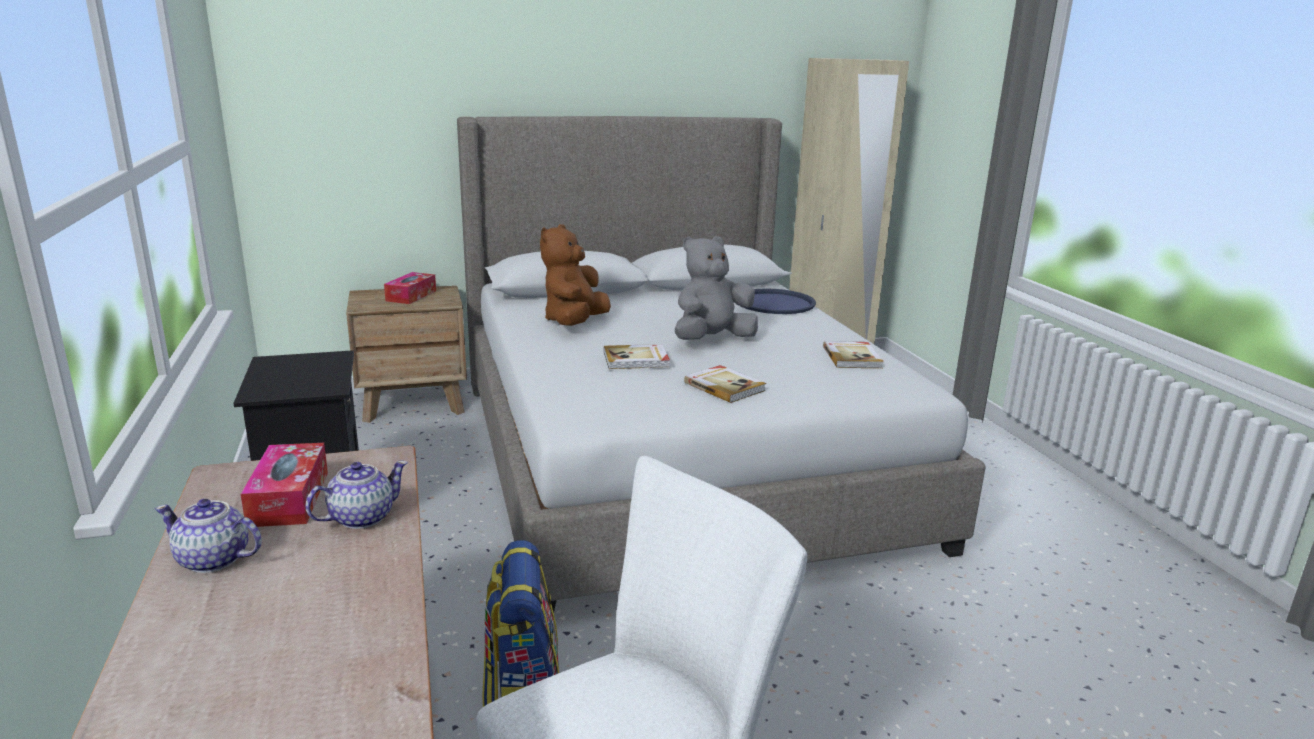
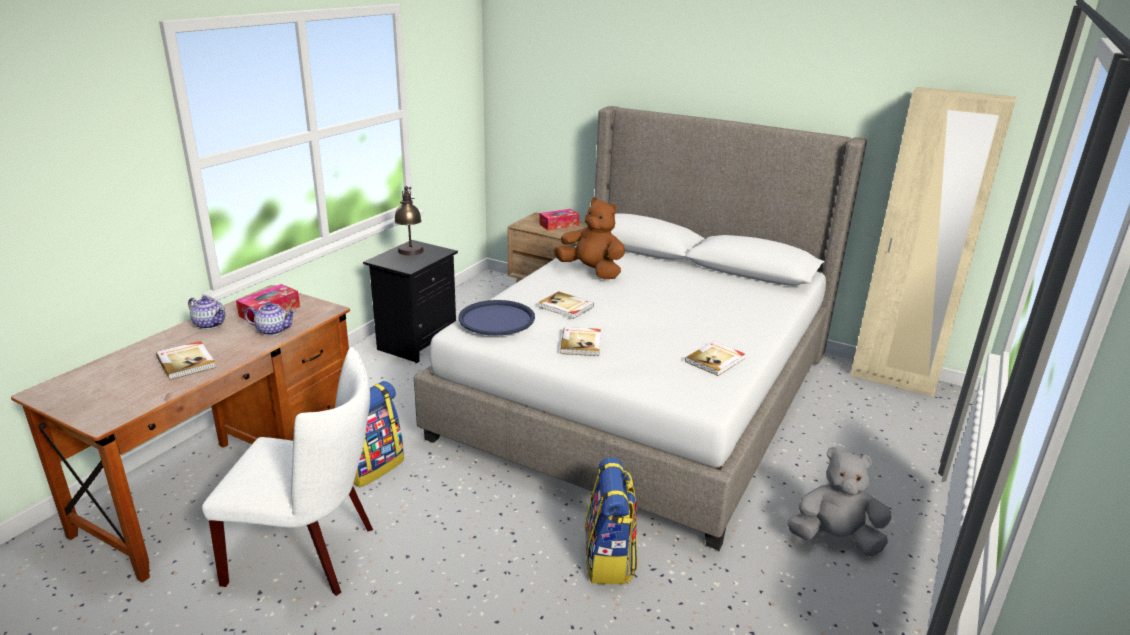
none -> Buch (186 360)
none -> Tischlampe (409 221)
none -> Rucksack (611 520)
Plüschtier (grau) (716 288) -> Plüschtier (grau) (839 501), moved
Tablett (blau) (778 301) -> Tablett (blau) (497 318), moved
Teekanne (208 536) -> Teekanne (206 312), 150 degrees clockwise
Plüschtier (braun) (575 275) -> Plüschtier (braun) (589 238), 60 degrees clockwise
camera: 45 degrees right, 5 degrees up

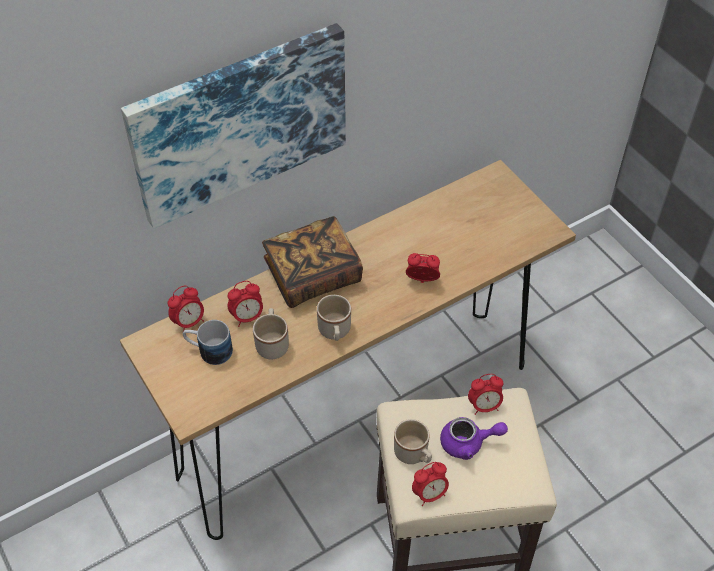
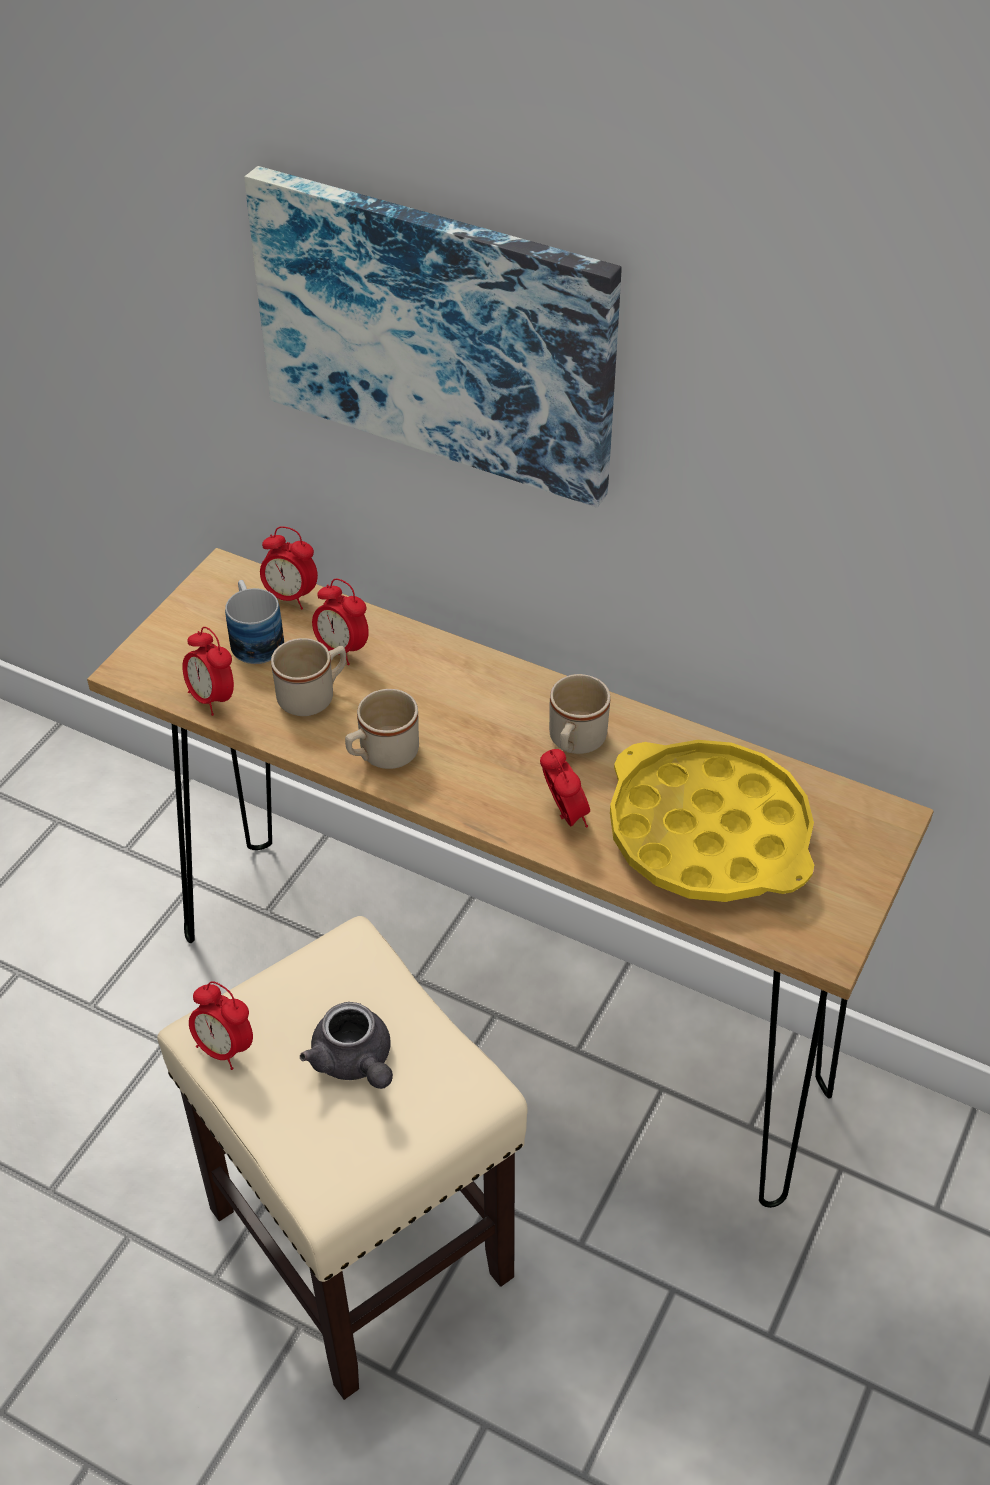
Buch (312 262) -> none
none -> Tablett (gelb) (712 821)
Henkelbecher (beige) (413 441) -> Henkelbecher (beige) (580 714), moved
Wecker (486 394) -> Wecker (208 671), moved
Teekanne (lila) (474 438) -> Teekanne (grau) (346 1045)
camera: 60 degrees right, 5 degrees down

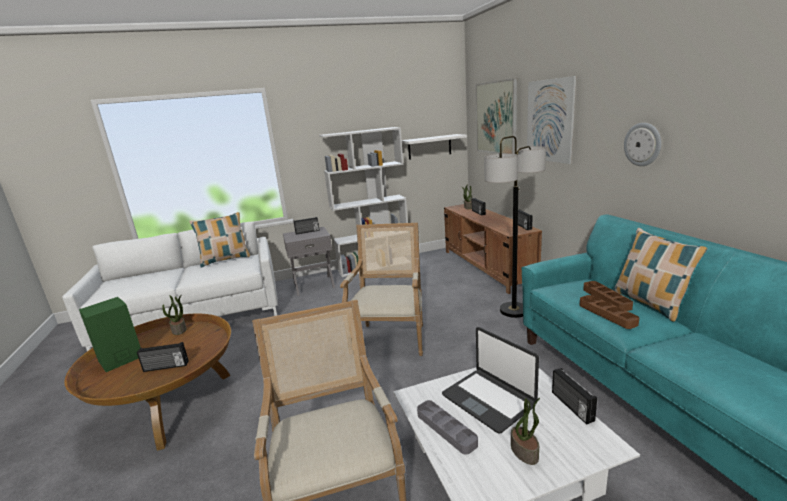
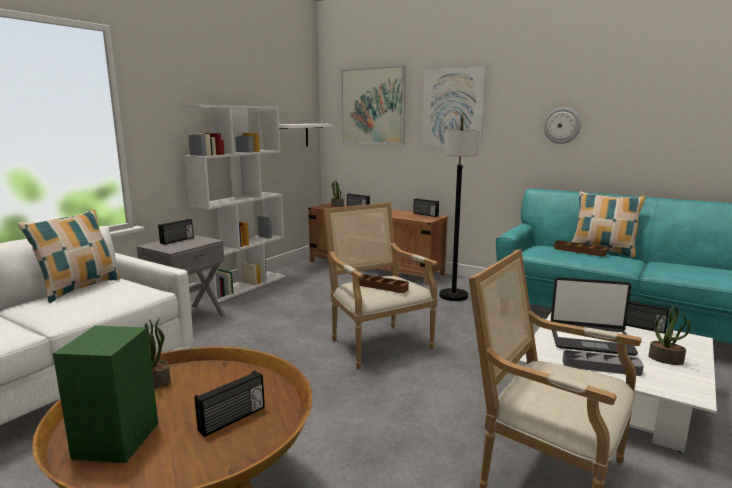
Tablett (braun) (609 312) -> Tablett (braun) (384 283), moved
camera: 40 degrees left, 5 degrees down

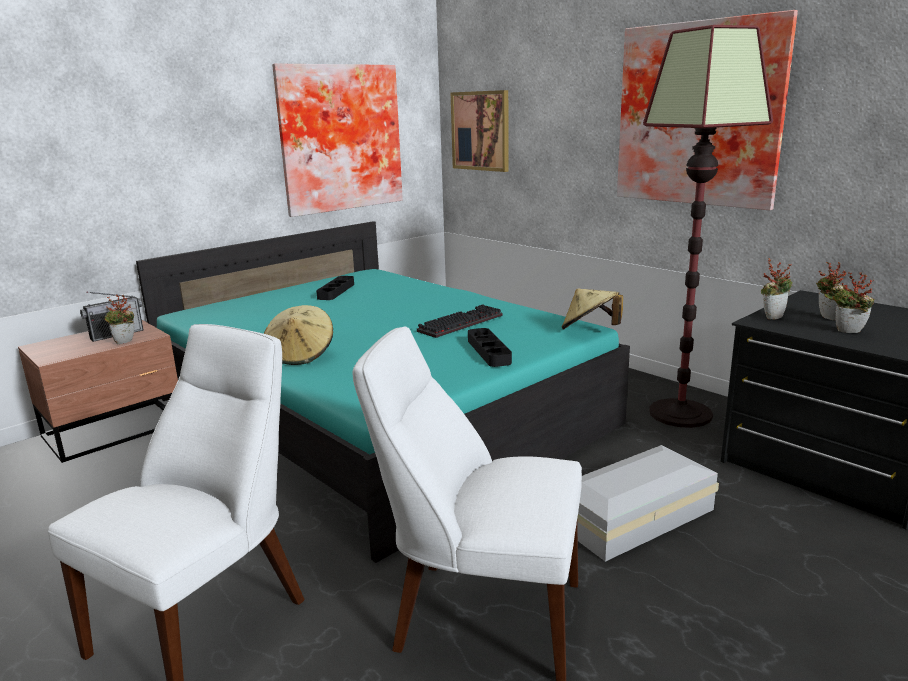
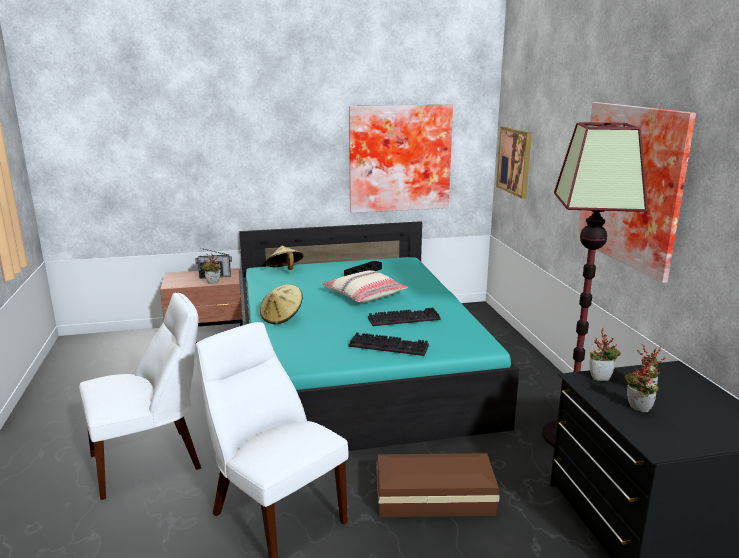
none -> Kissen (beige) (365 286)
Hut (beige) (592 308) -> Hut (beige) (284 257), moved
Tablett (schwarz) (490 347) -> Tastatur (389 344)
Aufbewahrungsbox (weiß) (648 503) -> Aufbewahrungsbox (braun) (438 485)
camera: 30 degrees right, 0 degrees up

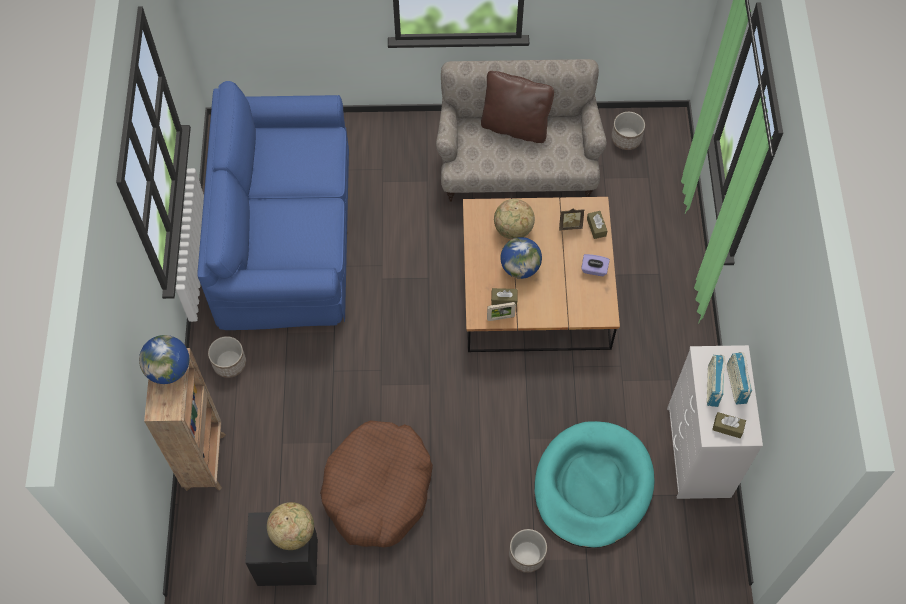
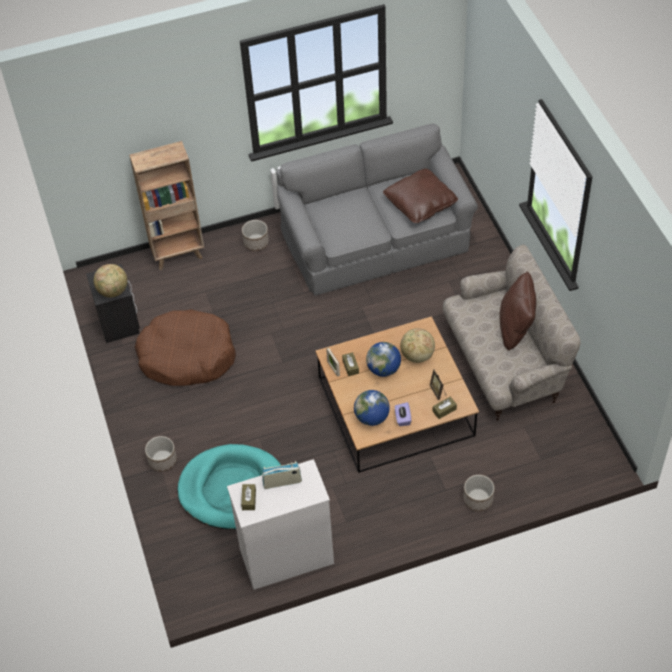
Radio (739 378) -> none
none -> Kissen (braun) (420 195)
Globus (164 359) -> Globus (372 408), moved
Pflanzkübel (628 131) -> Pflanzkübel (478 493), moved
Sofa (blau) (273 205) -> Sofa (grau) (377 210)
camera: 75 degrees right, 10 degrees down

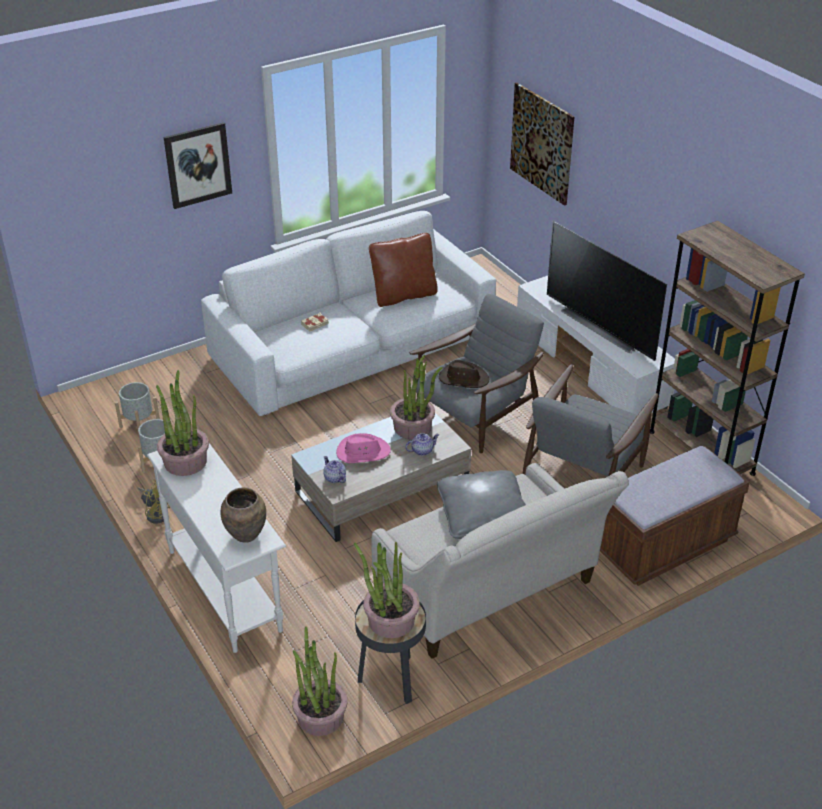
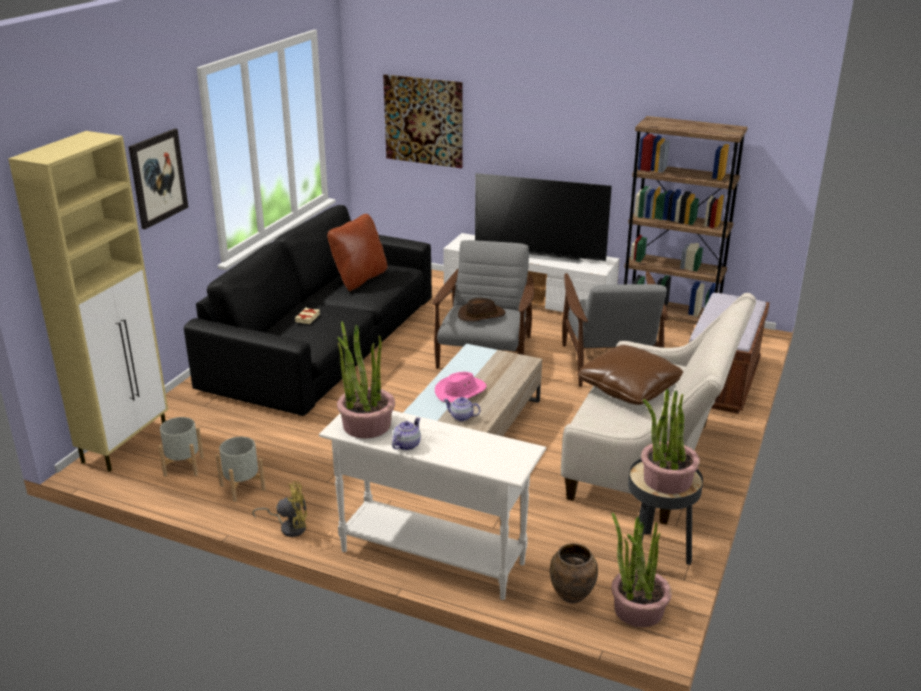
Topfpflanze (416 397) -> none
none -> Schrank (beige) (88 301)
Vase (braun) (243 515) -> Vase (braun) (574 573), moved
Teekanne (422 444) -> Teekanne (406 433), moved
Sofa (weiß) (348 313) -> Sofa (schwarz) (308 310)
Kissen (grau) (481 504) -> Kissen (braun) (630 375)
camera: 35 degrees left, 10 degrees down

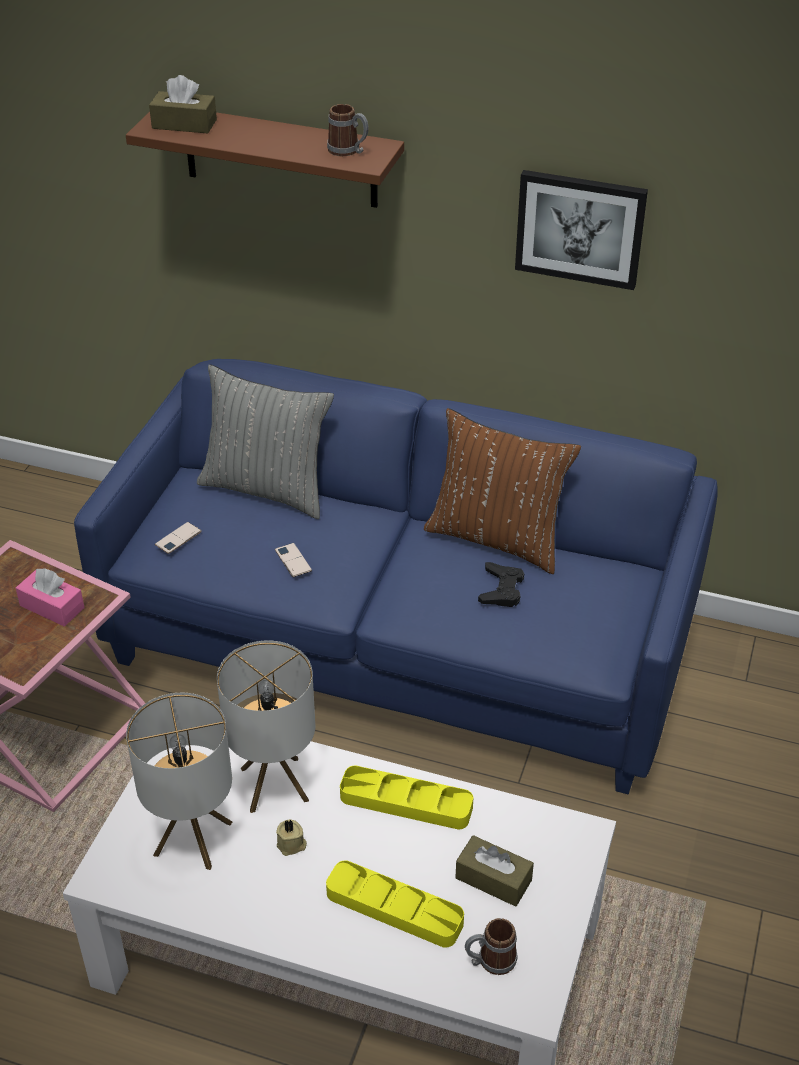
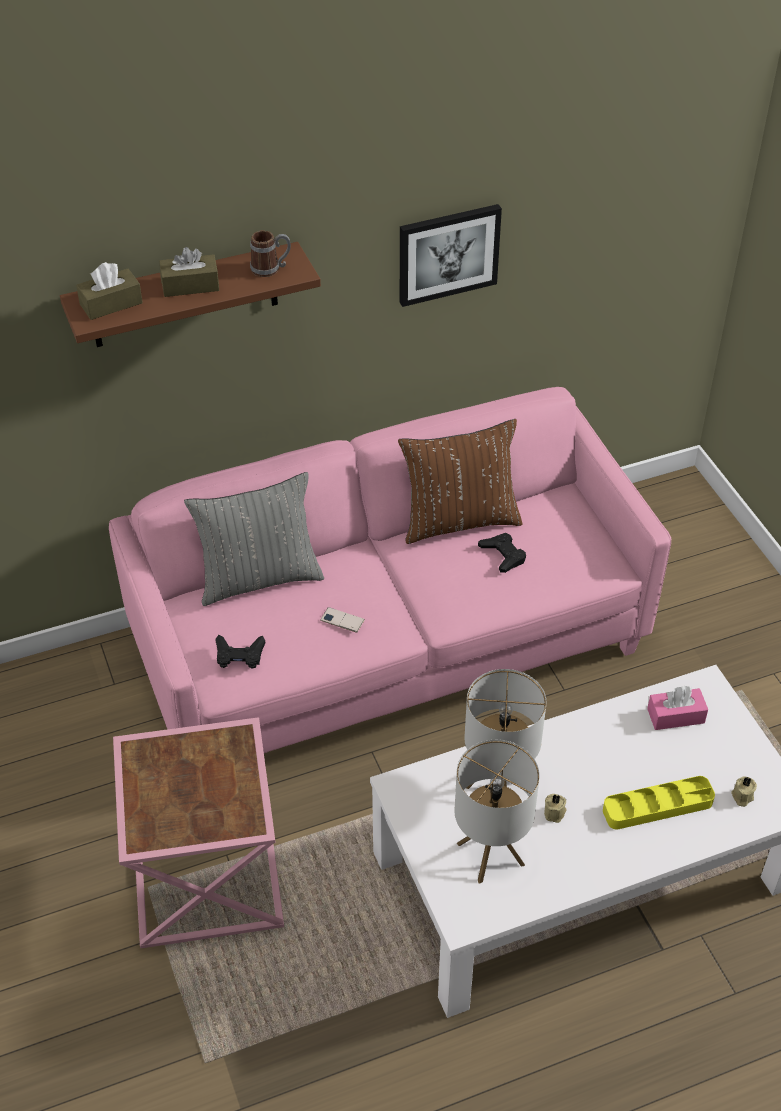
Tablett (gelb) (406 797) -> none
Taschentuchbox (rosa) (50 597) -> Taschentuchbox (rosa) (677 708), moved
Taschentuchbox (braun) (494 871) -> Taschentuchbox (braun) (189 272), moved
Handy (178 538) -> Gamepad (schwarz) (240 652)
Henkelbecher (491 946) -> Kerze (beige) (744 792)
Sofa (blau) (396 576) -> Sofa (rosa) (390 570)
camera: 40 degrees left, 5 degrees up

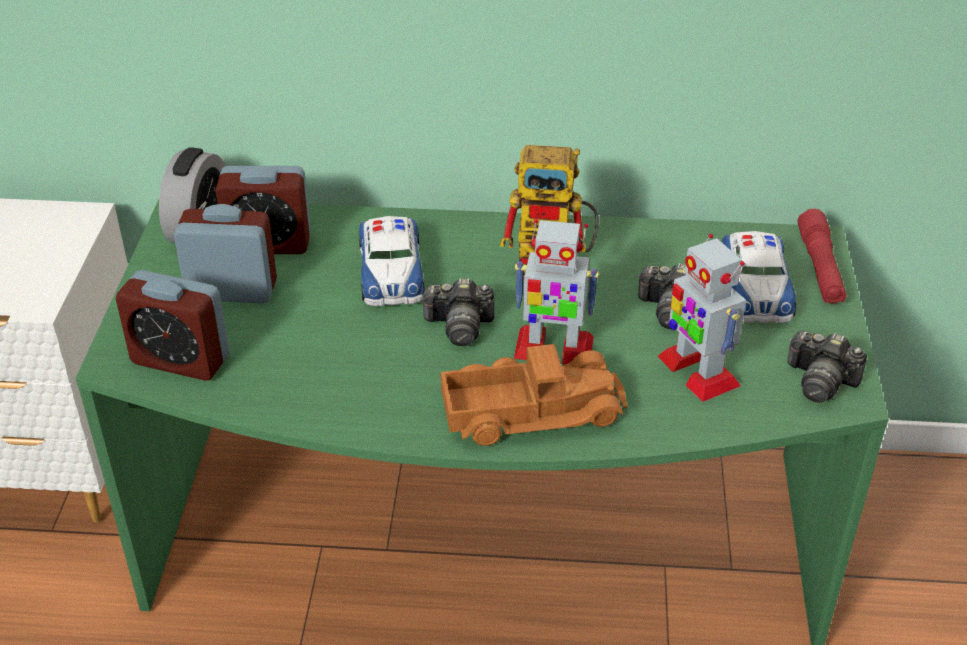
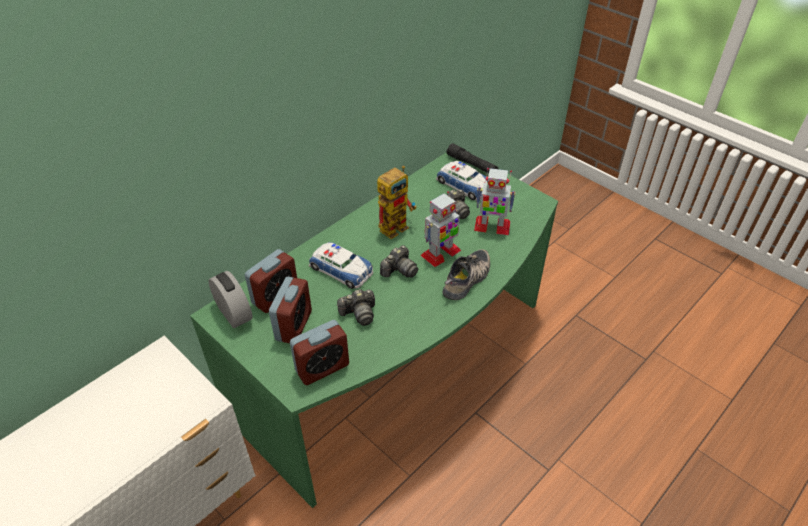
Kamera (827 366) -> Kamera (356 307), moved
Spielzeuglaster (534 395) -> Schuh (466 274)
Taschenlampe (rot) (822 256) -> Taschenlampe (schwarz) (473 158)
Wecker (225 254) -> Wecker (290 310), 150 degrees clockwise
camera: 50 degrees left, 5 degrees up

